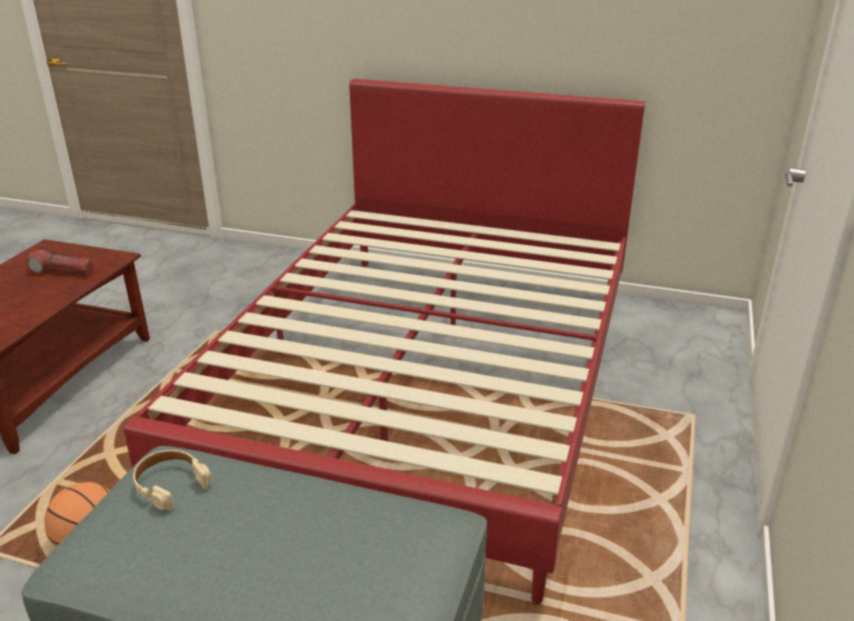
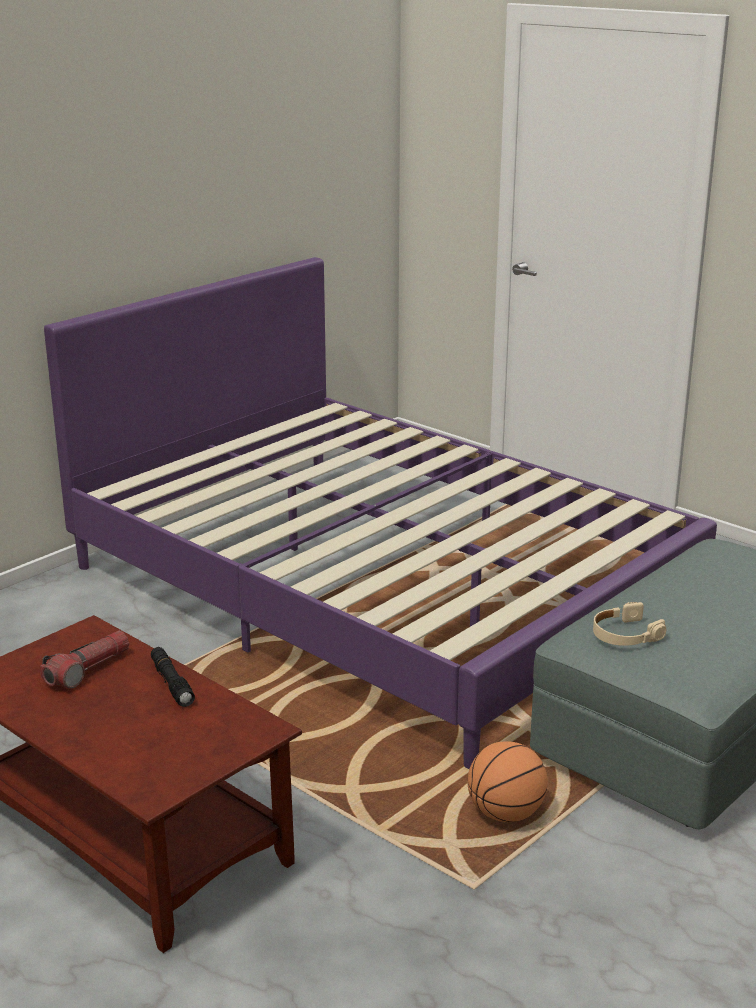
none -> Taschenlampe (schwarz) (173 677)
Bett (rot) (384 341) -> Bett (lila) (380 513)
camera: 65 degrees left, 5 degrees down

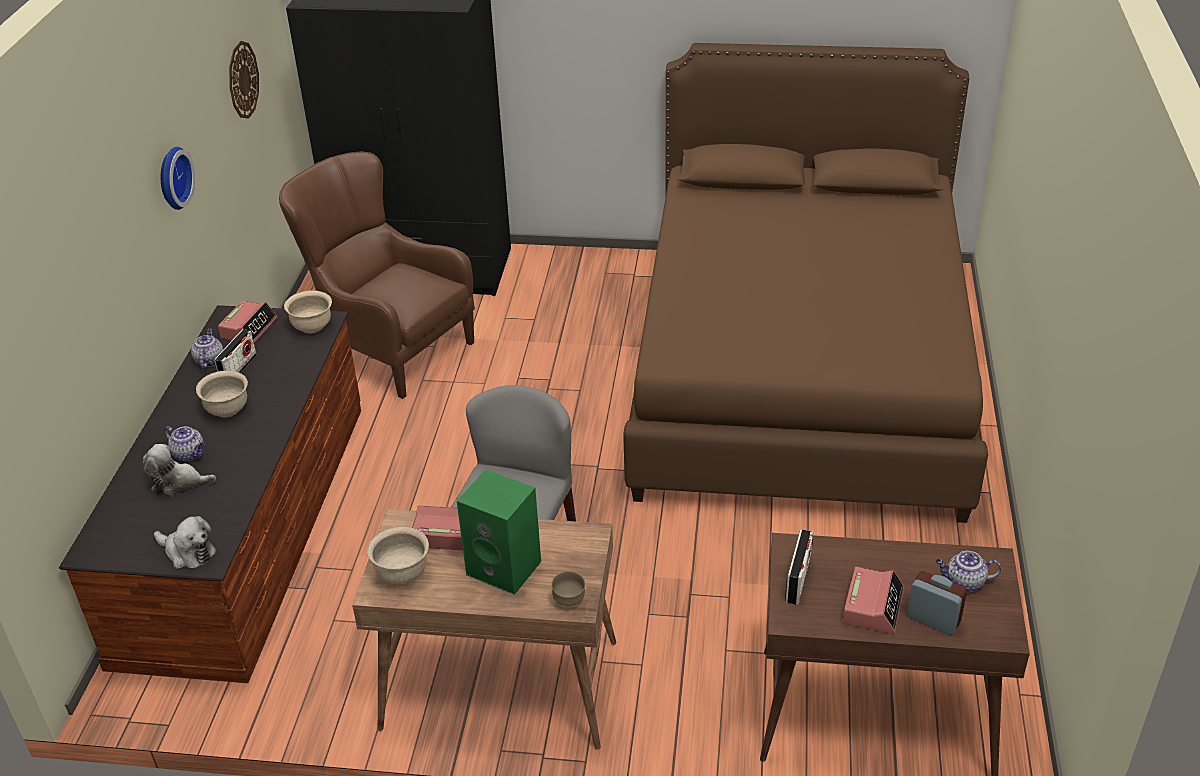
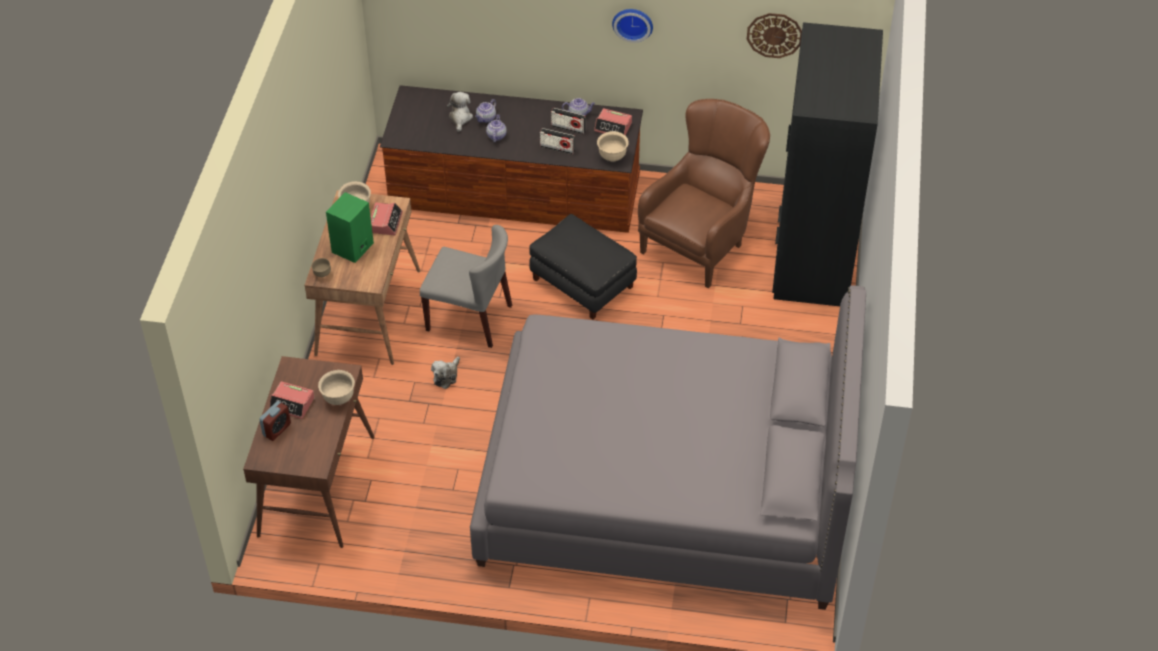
none -> Polsterhocker (schwarz) (583 267)
Plüschtier (185 542) -> Plüschtier (445 372), moved
Schüssel (beige) (222 393) -> Schüssel (beige) (336 387), moved
Radio (799 567) -> Radio (557 141), moved
Teekanne (969 571) -> Teekanne (496 128), moved
Bett (braun) (805 283) -> Bett (grau) (668 447)
camera: 90 degrees right, 10 degrees up

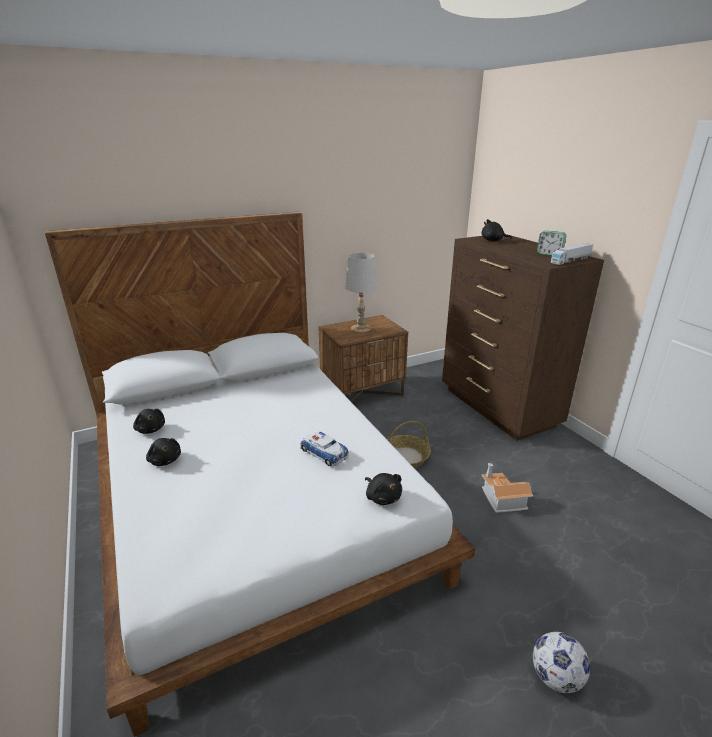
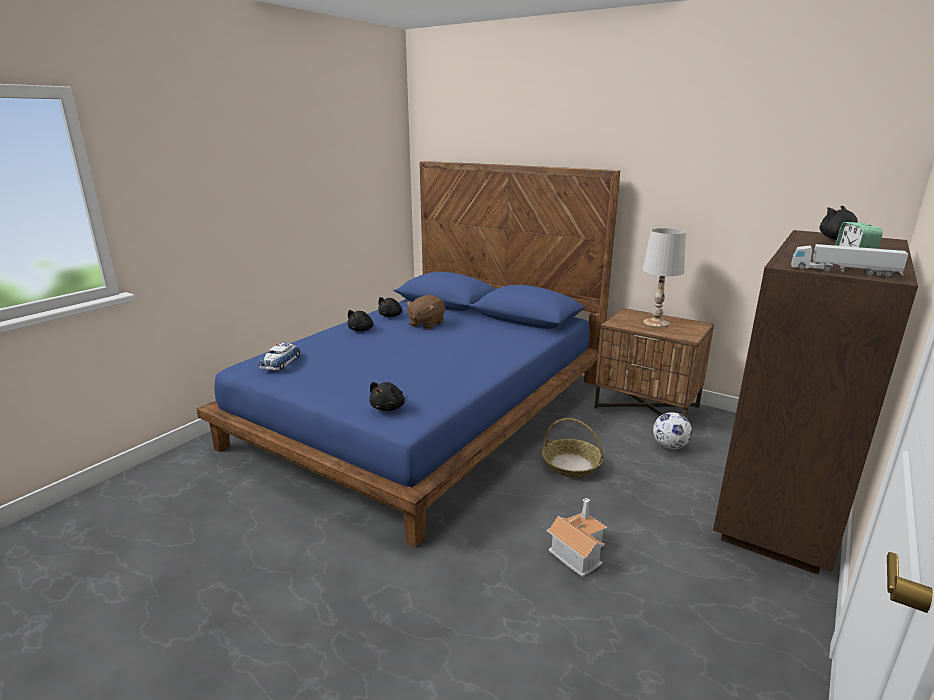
none -> Plüschtier (braun) (425 312)
Spielzeugauto (324 449) -> Spielzeugauto (280 356), moved
Fußball (561 662) -> Fußball (672 430), moved
Bett (weiß) (260 474) -> Bett (blau) (408 354)
camera: 60 degrees right, 5 degrees down

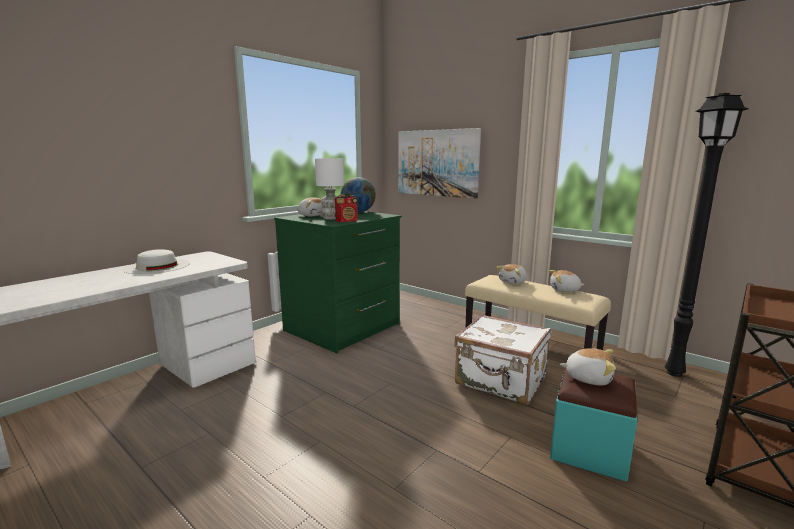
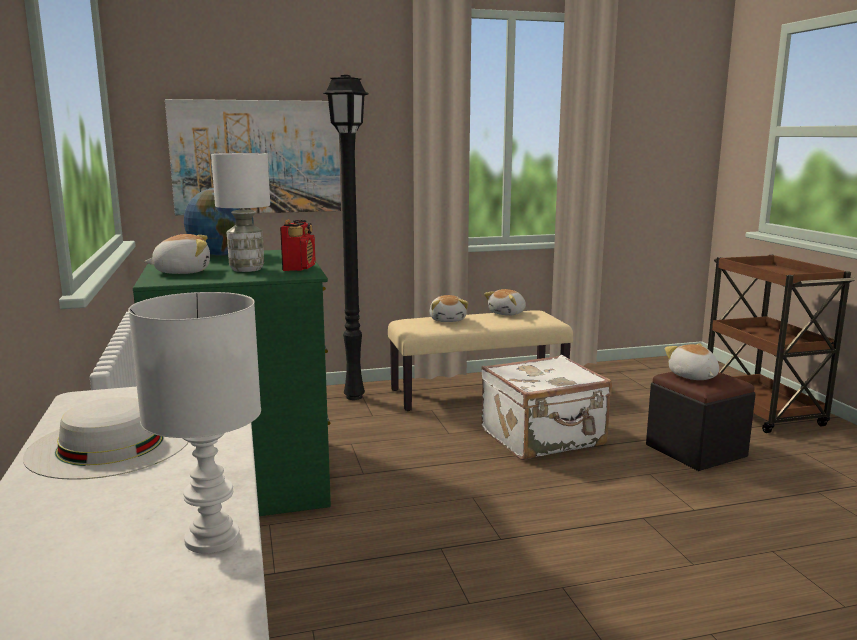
none -> Tischlampe (weiß) (194 423)
Stehlampe (schwarz) (707 235) -> Stehlampe (schwarz) (346 237), moved
Polsterhocker (türkis) (593 425) -> Polsterhocker (schwarz) (701 421)
Plüschtier (588 367) -> Plüschtier (692 361), 75 degrees counterclockwise
camera: 55 degrees left, 0 degrees up

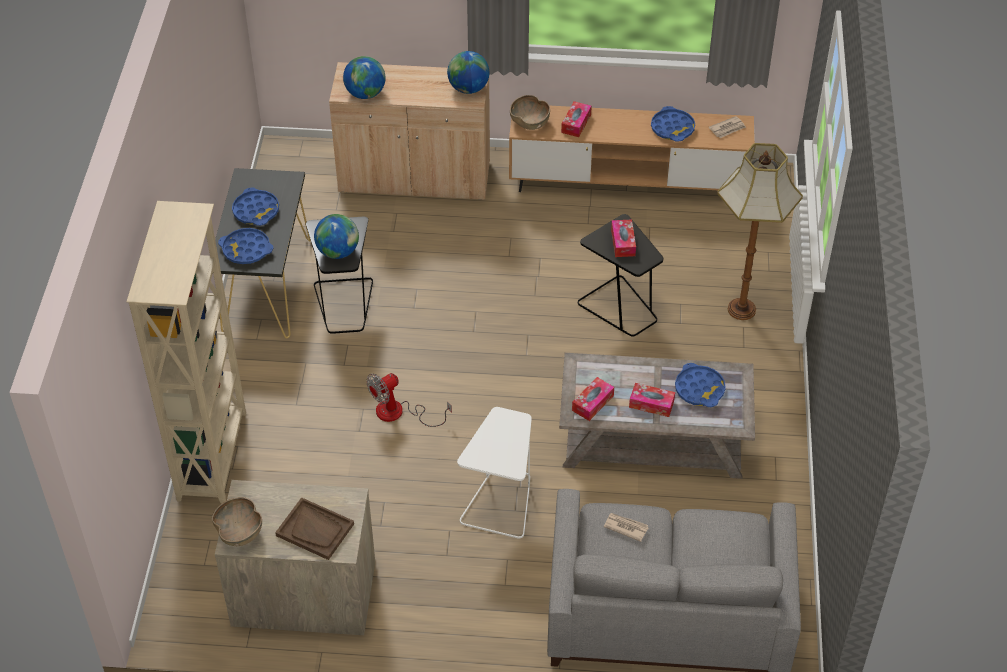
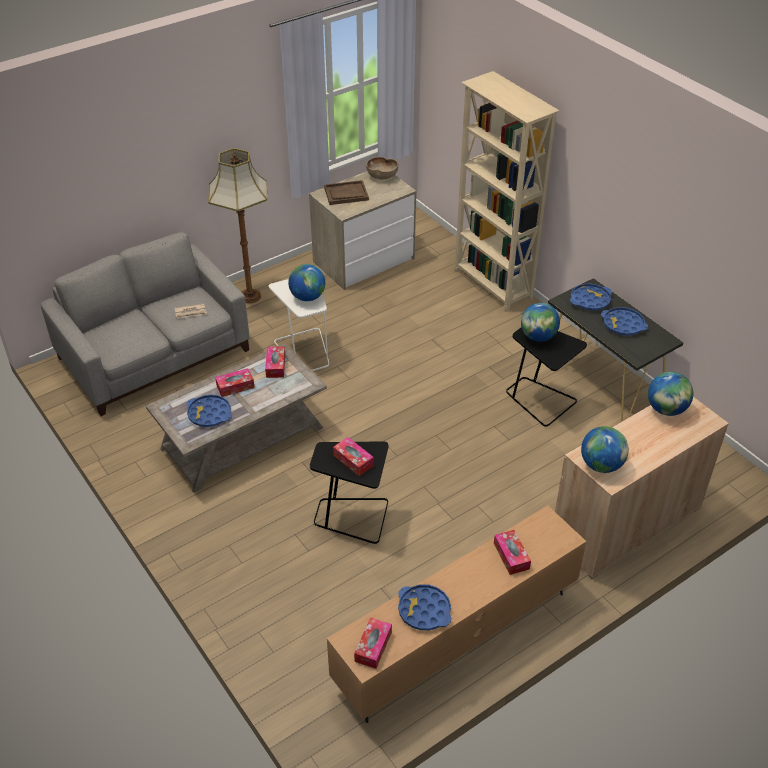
Ventilator (409 400) -> none
Schüssel (braun) (530 112) -> none
none -> Globus (306 282)
Stehlampe (760 231) -> Stehlampe (237 226), moved
Zeitung (727 127) -> Taschentuchbox (373 643)
camera: 140 degrees right, 5 degrees down

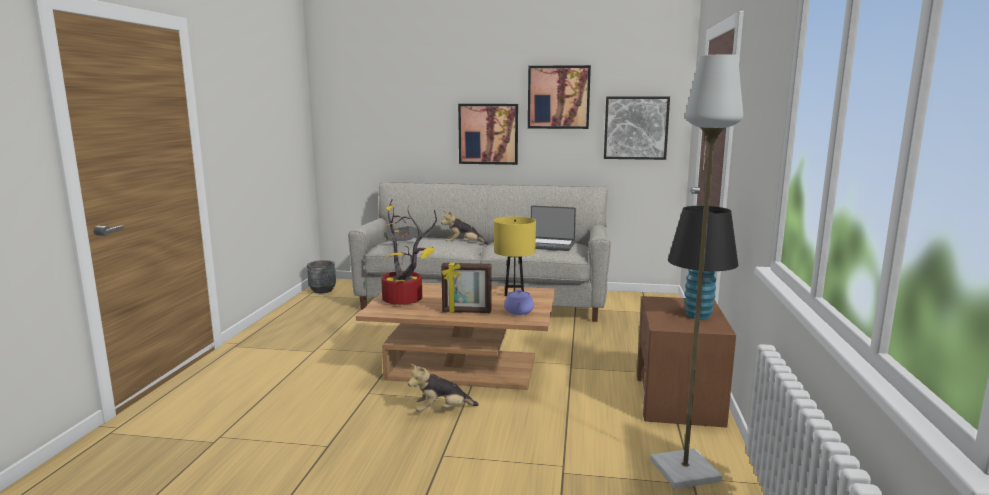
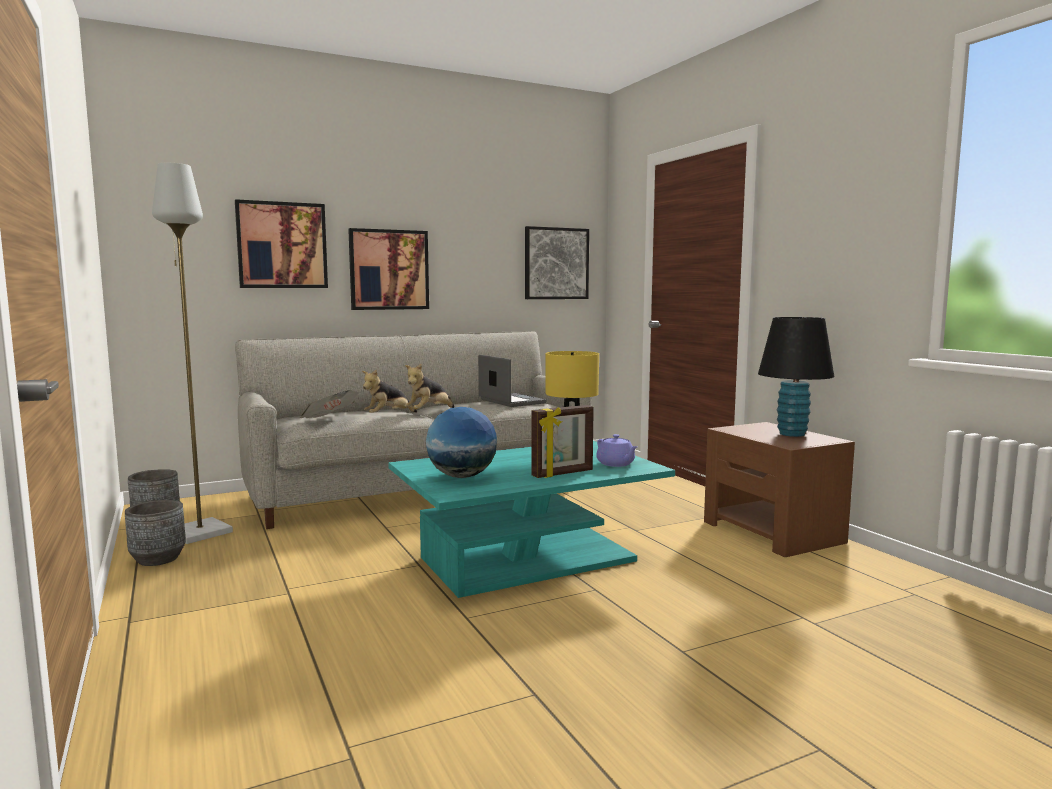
none -> Pflanzkübel (grau) (155 533)
Plüschtier (443 388) -> Plüschtier (429 387), moved
Bild (559 97) -> Bild (281 243), moved
Stehlampe (grau) (696 271) -> Stehlampe (grau) (192 353), moved
Topfpflanze (409 252) -> Globus (461 442)
Couchtisch (braun) (455 336) -> Couchtisch (türkis) (531 519)
Laptop (553 228) -> Laptop (512 381), 105 degrees counterclockwise
camera: 35 degrees left, 5 degrees down

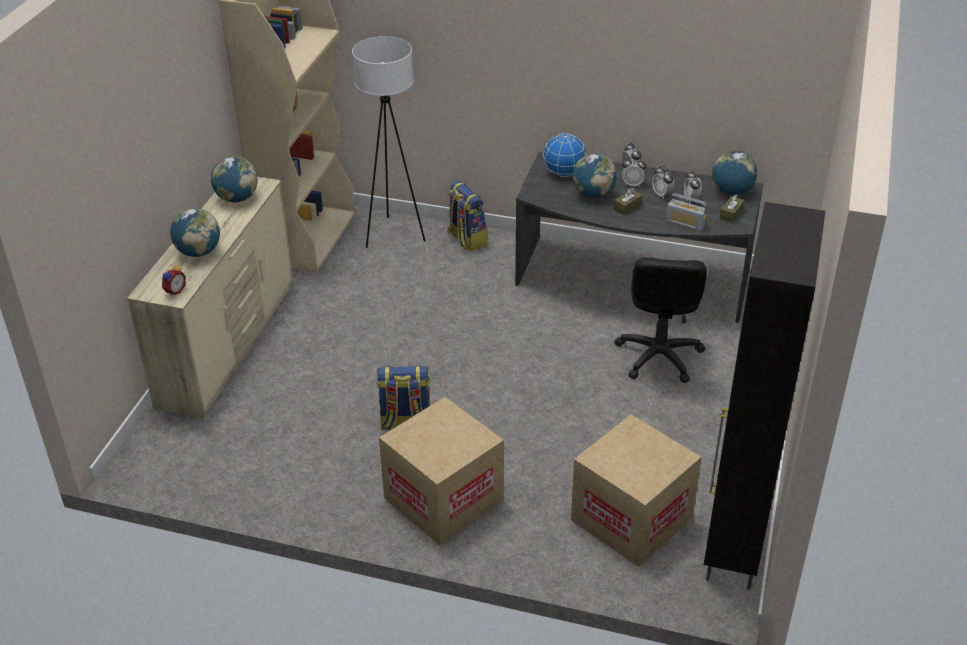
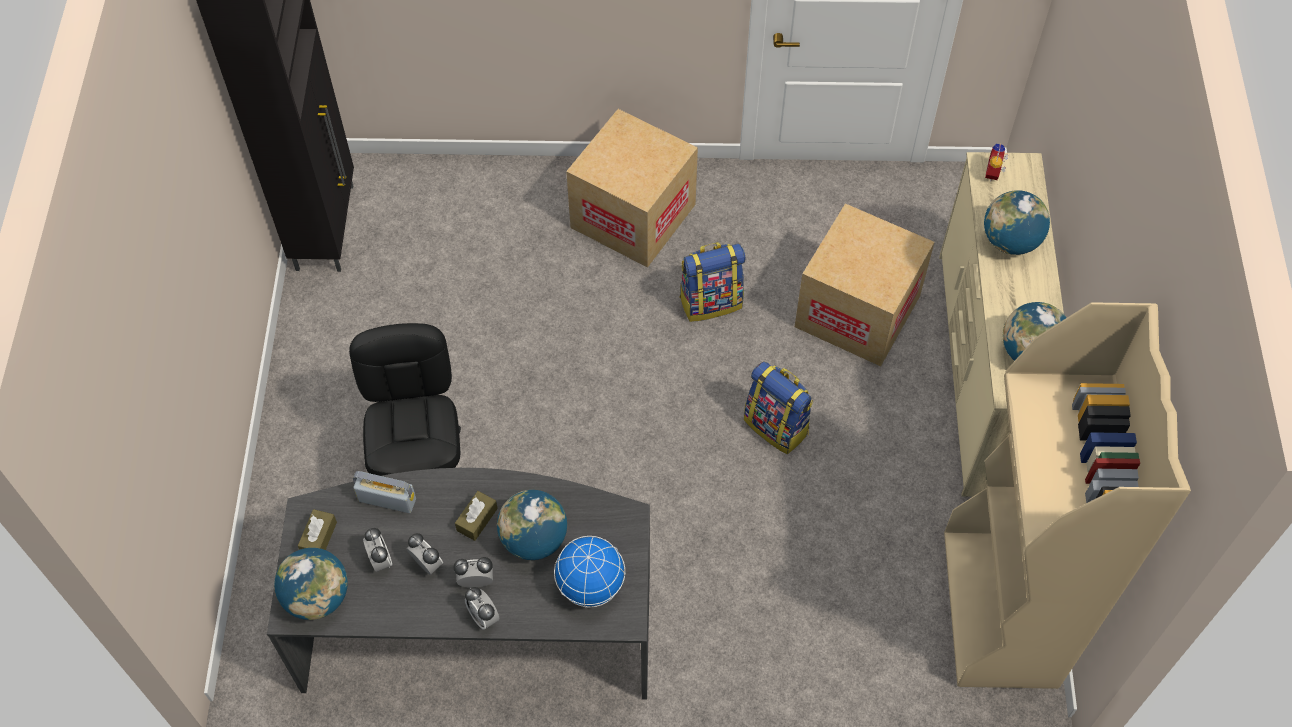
Stehlampe (weiß) (389 142) -> none
Rucksack (467 216) -> Rucksack (778 407), moved
Karton (636 490) -> Karton (864 284), moved
camera: 165 degrees right, 20 degrees up

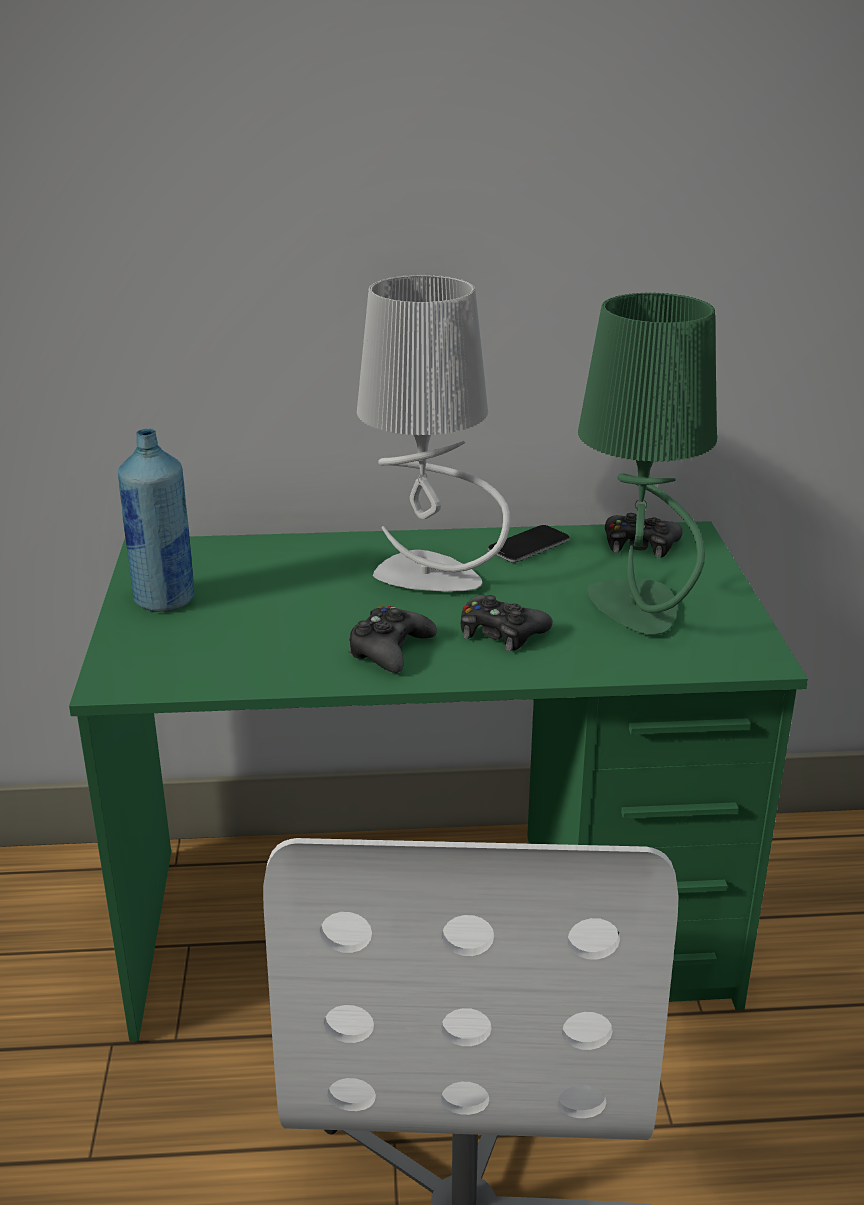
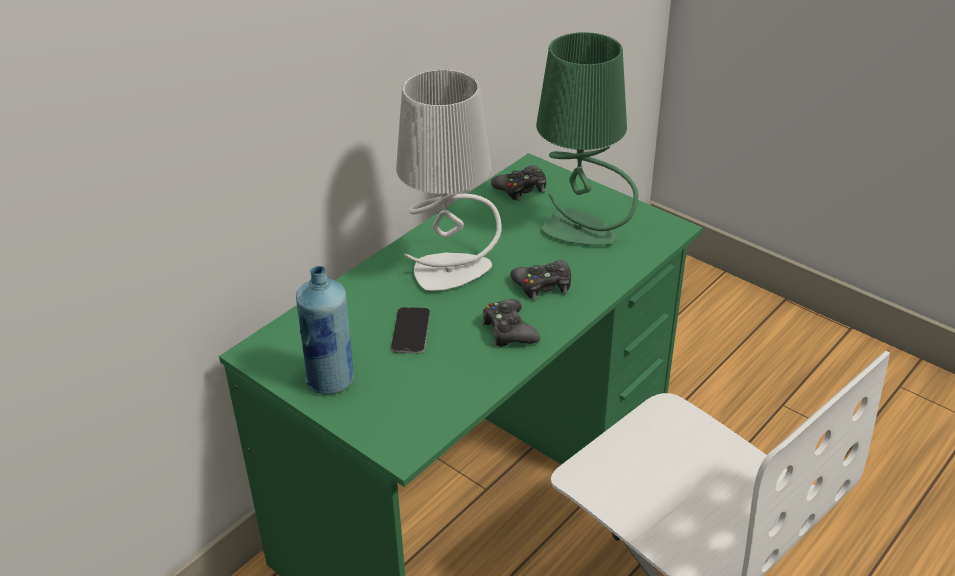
Handy (529 544) -> Handy (410 330), moved
camera: 45 degrees left, 10 degrees up

